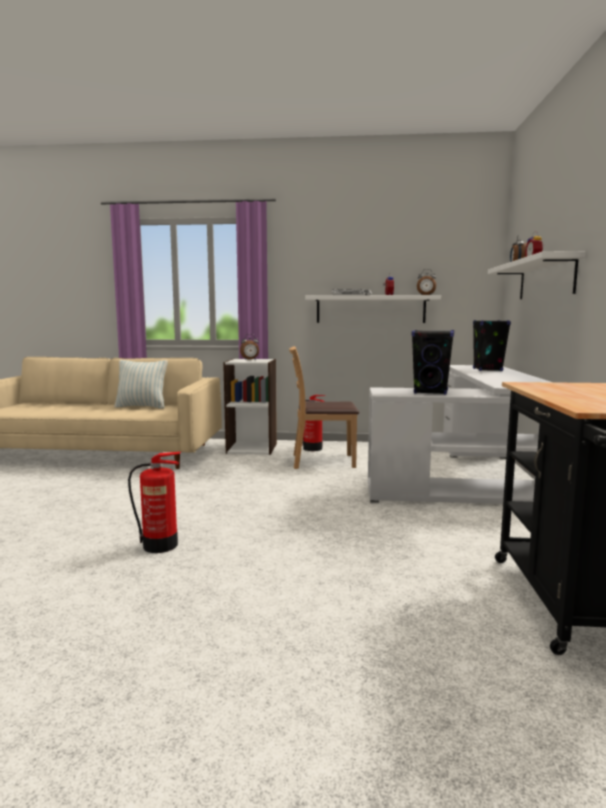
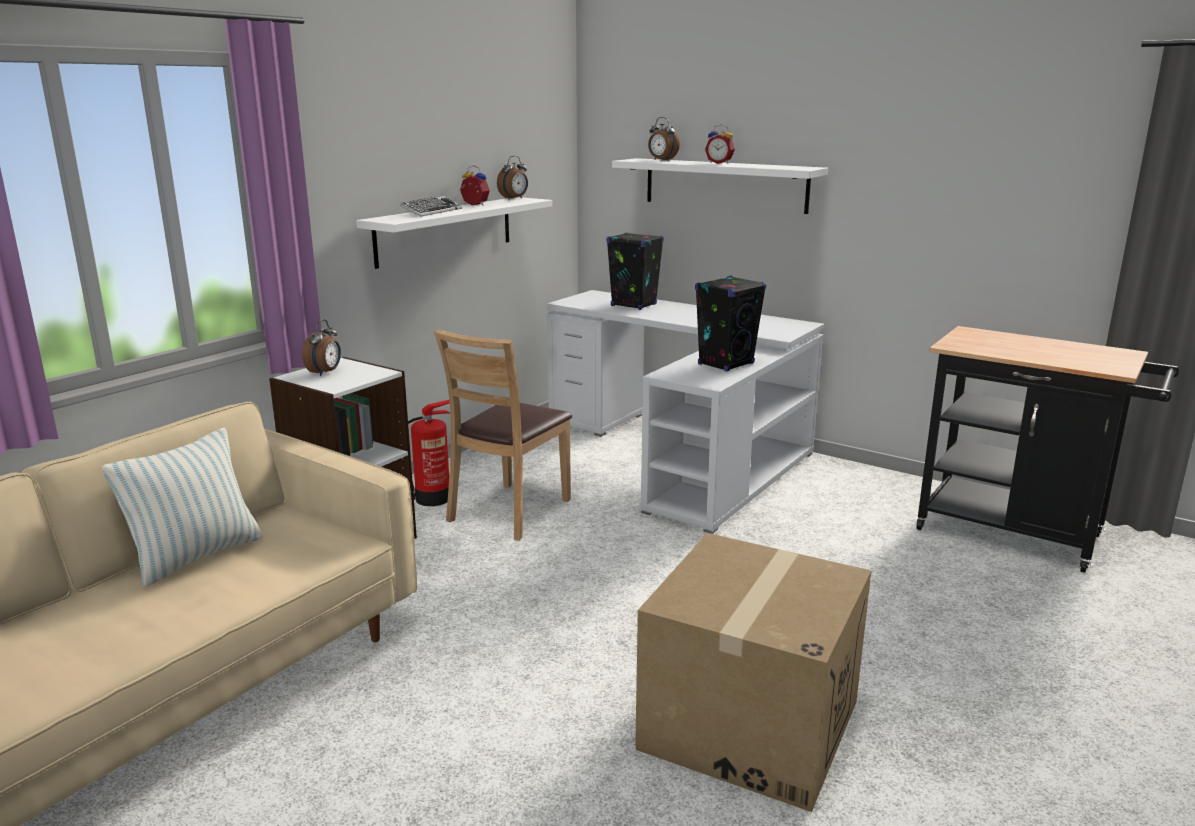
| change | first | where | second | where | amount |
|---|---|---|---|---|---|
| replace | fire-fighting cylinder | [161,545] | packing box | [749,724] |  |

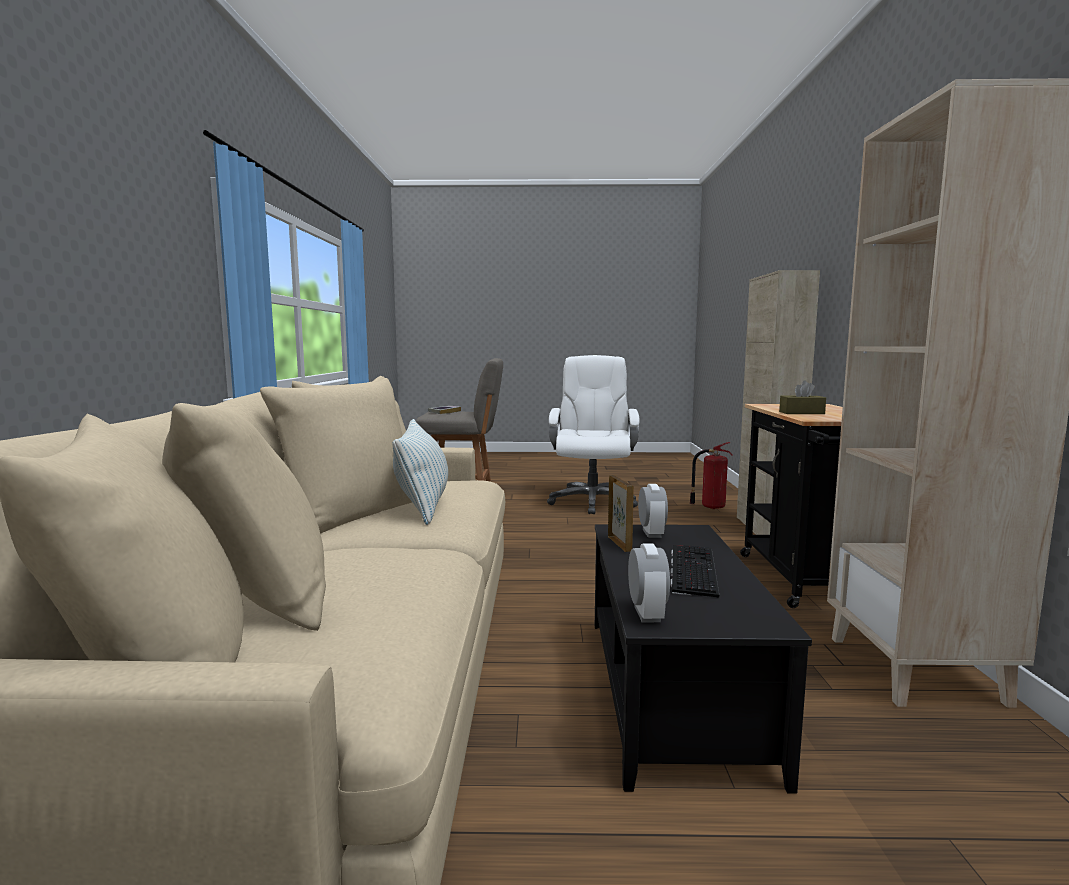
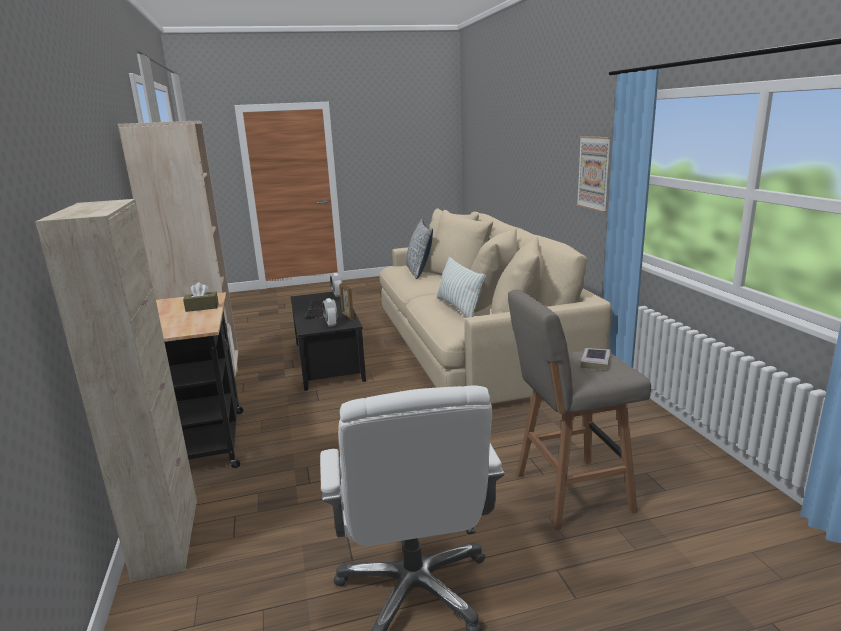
| change | first | where | second | where | amount |
|---|---|---|---|---|---|
| delete | fire-fighting cylinder | [711,507] |  |  |  |
| insert |  |  | throw pillow | [419,272] |  |
| insert |  |  | wall art | [594,173] |  |

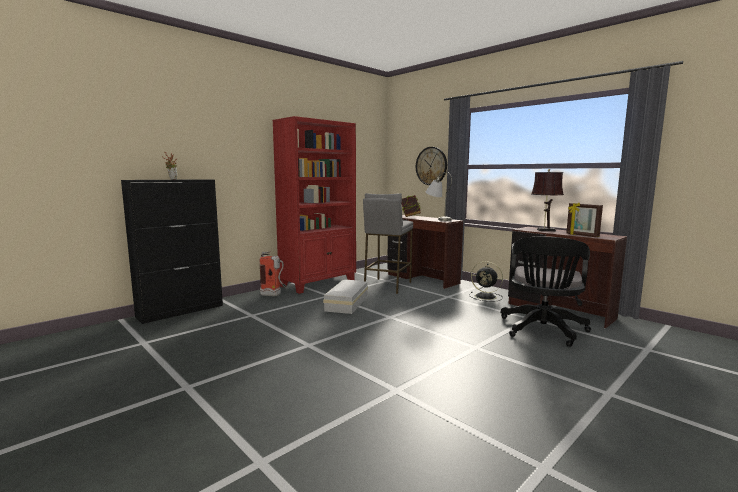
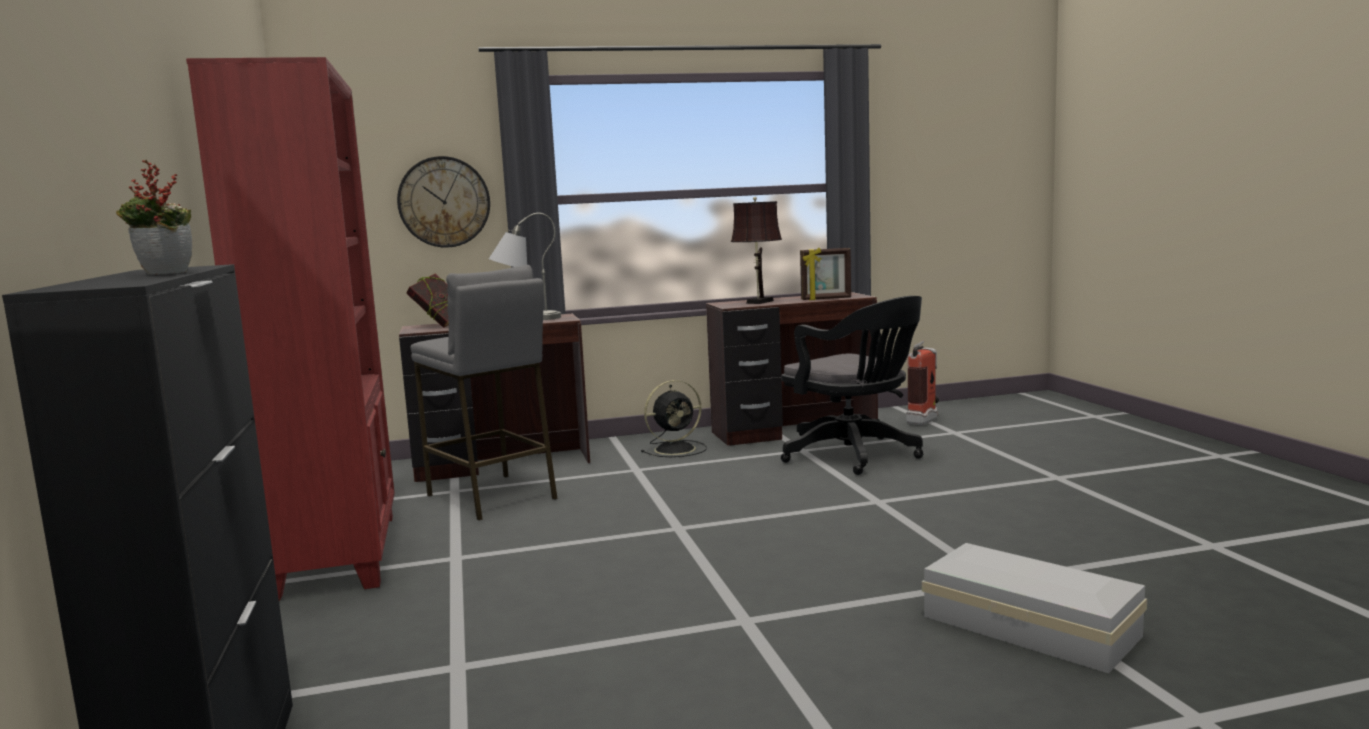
| change | first | where | second | where | amount |
|---|---|---|---|---|---|
| move | fire-fighting cylinder | [274,295] |  | [925,420] |  |
| move | white storage box | [348,303] |  | [1027,624] |  |

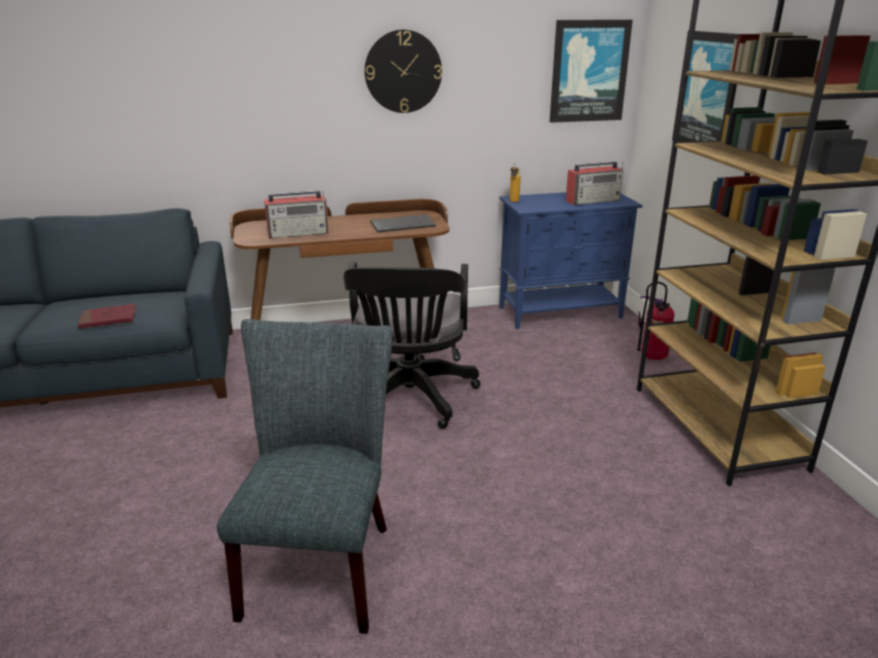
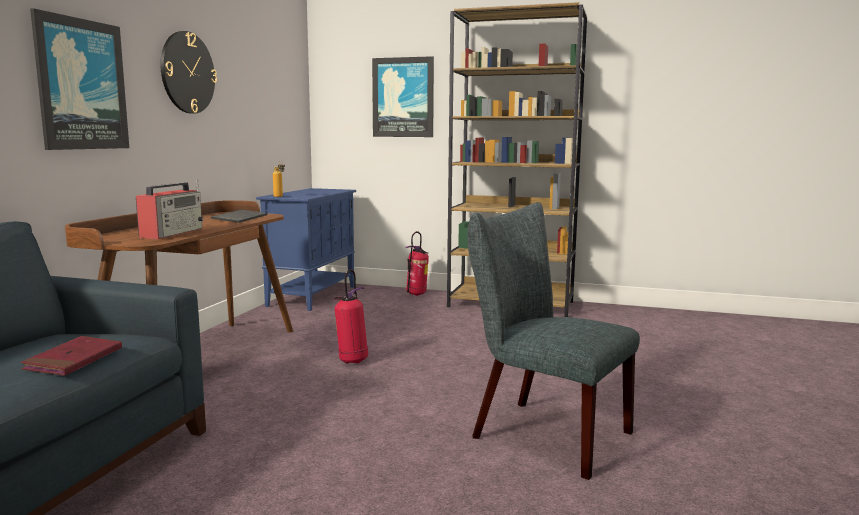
| change | first | where | second | where | amount |
|---|---|---|---|---|---|
| replace | blackish office chair | [409,399] | fire-fighting cylinder | [352,361] |  |
| move | wall art | [589,71] |  | [81,84] |  |
| delete | radio set | [593,200] |  |  |  |

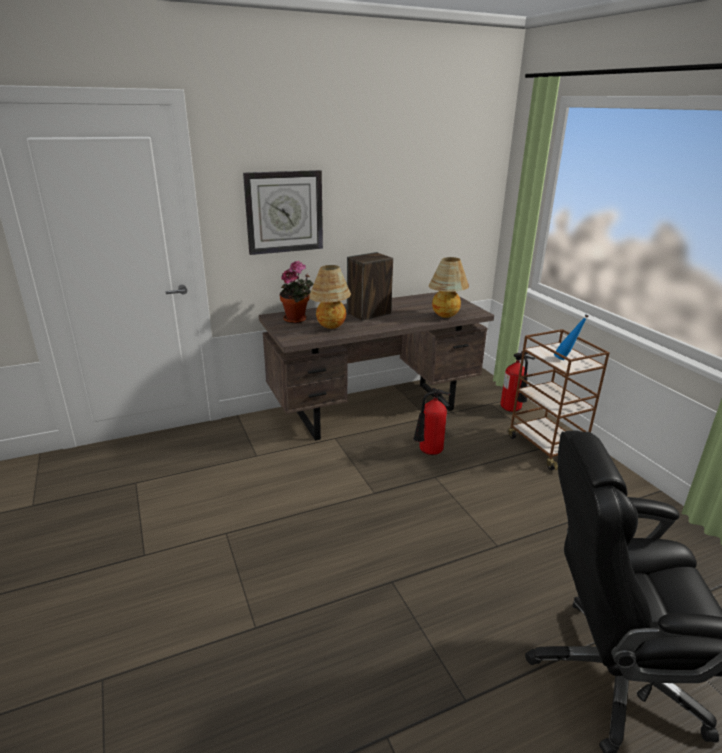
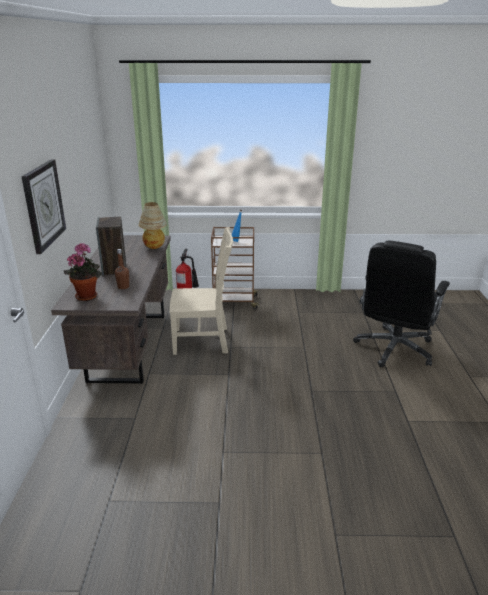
| change | first | where | second | where | amount |
|---|---|---|---|---|---|
| replace | table lamp | [330,328] | brown bottle | [123,287] |  |
| replace | fire-fighting cylinder | [428,453] | sand-coloured chair | [204,341] |  |

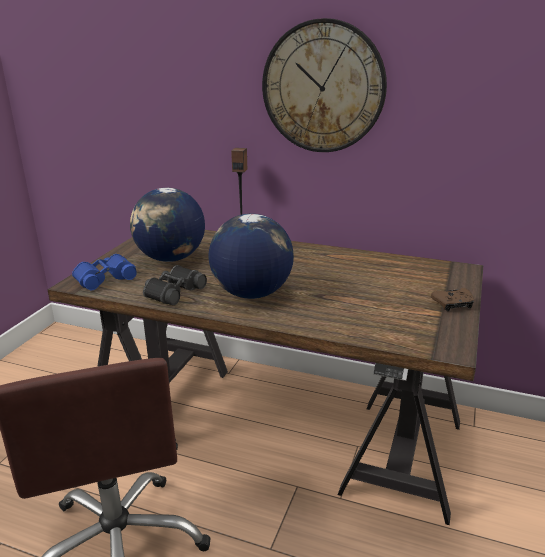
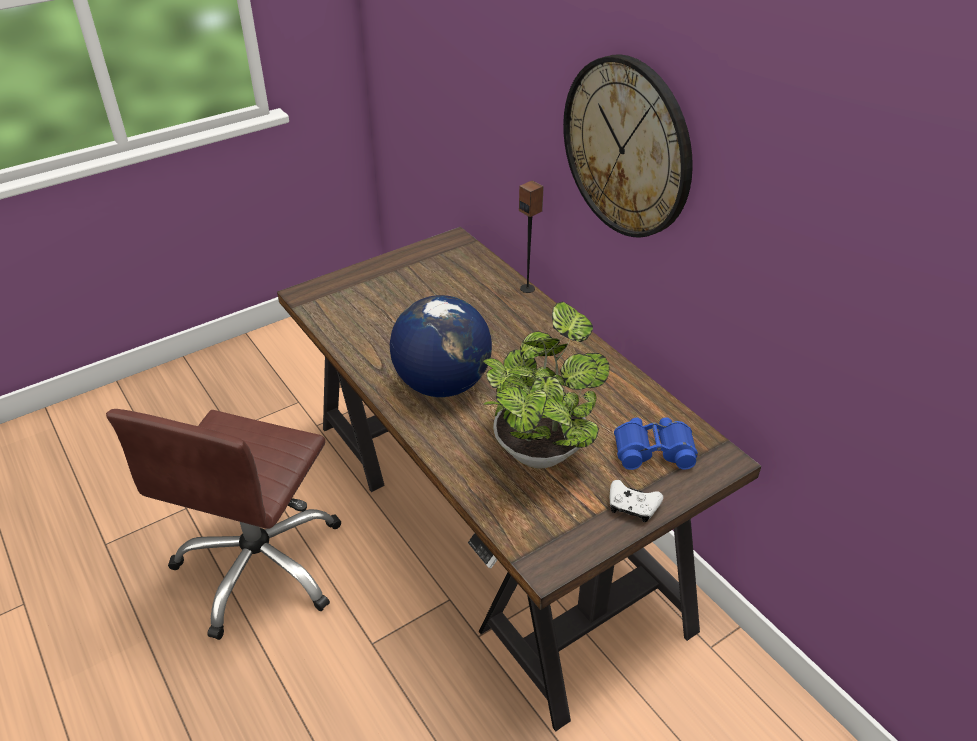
| change | first | where | second | where | amount |
|---|---|---|---|---|---|
| move | blue field glasses | [105,278] |  | [653,450] |  |
| delete | desk globe | [170,258] |  |  |  |
| delete | blackish field glasses | [173,292] |  |  |  |
| recolor | brown gamepad | [453,305] | white gamepad | [632,507] |  |
| insert |  |  | potted plant | [541,446] |  |

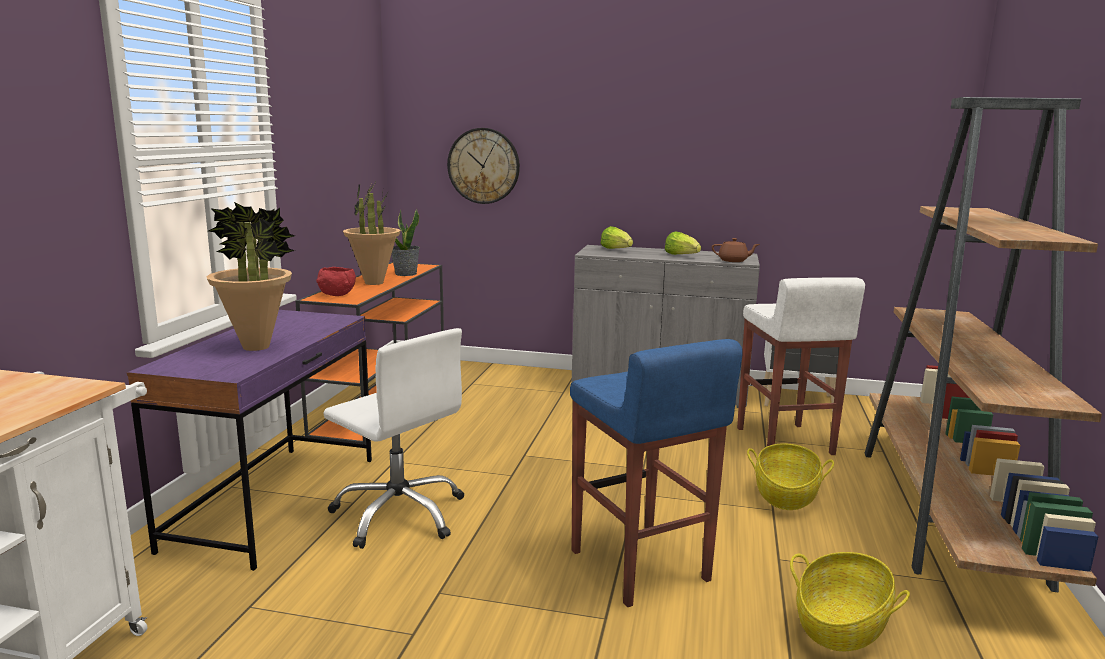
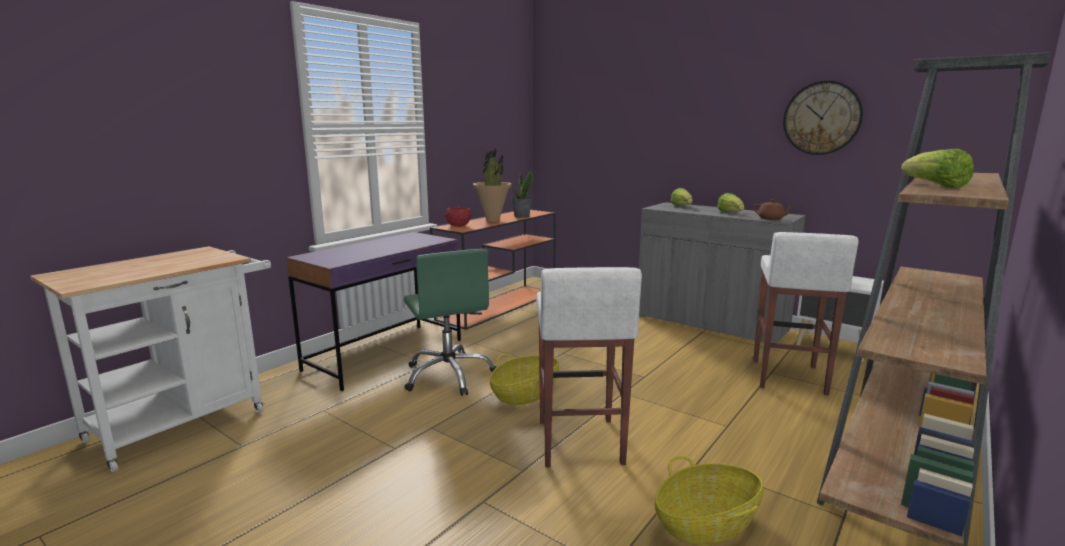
| change | first | where | second | where | amount |
|---|---|---|---|---|---|
| delete | potted plant | [256,347] |  |  |  |
| recolor | white office chair | [399,514] | green-coloured office chair | [449,375] |  |
| move | clock on the wall | [483,166] |  | [822,118] |  |
| recolor | blue sitting stool | [639,567] | white sitting stool | [578,442] |  |
| move | storage basket | [785,494] |  | [525,394] |  |
| insert |  |  | head of lettuce | [934,186] |  |

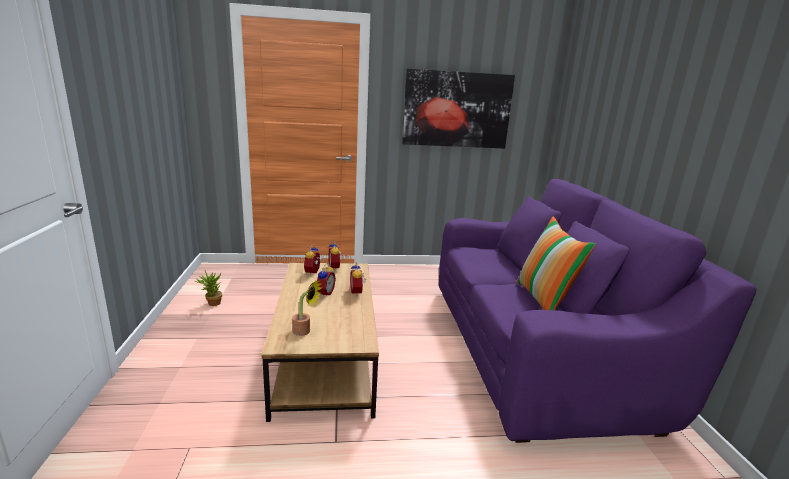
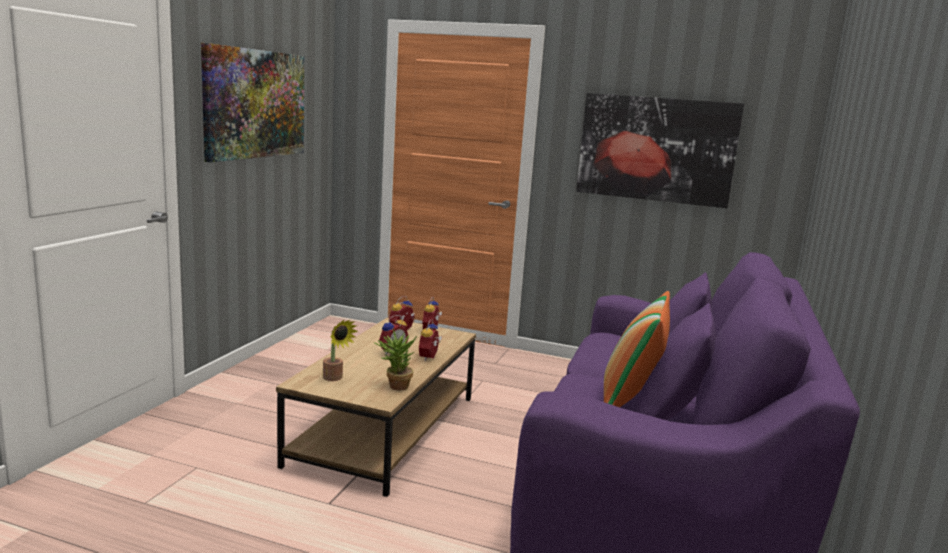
| change | first | where | second | where | amount |
|---|---|---|---|---|---|
| move | potted plant | [211,304] |  | [394,386] |  |
| insert |  |  | wall art | [255,104] |  |

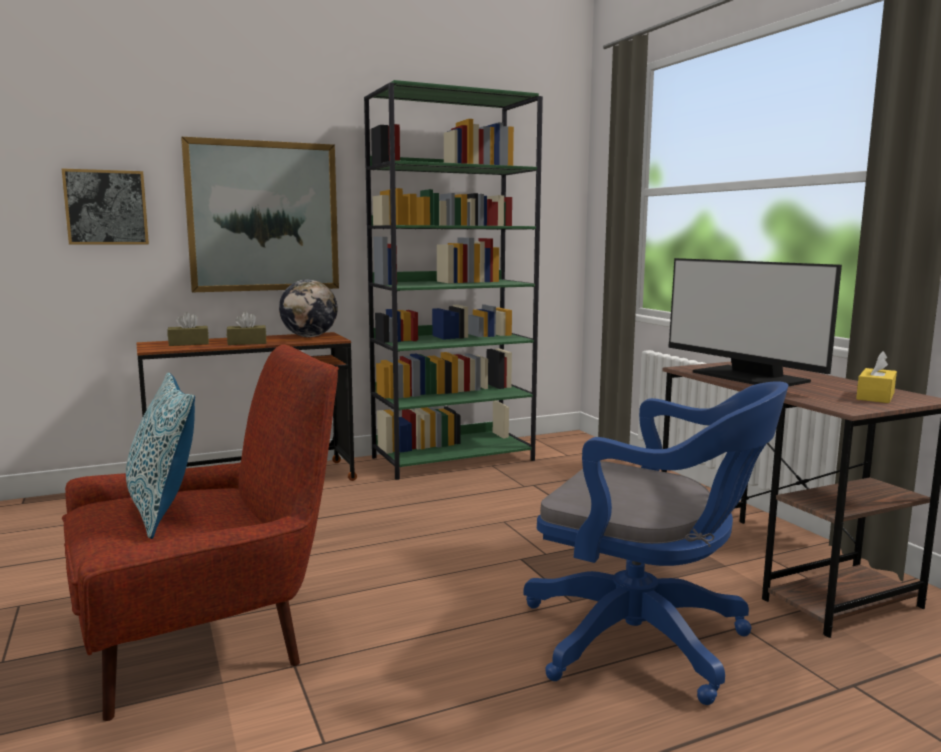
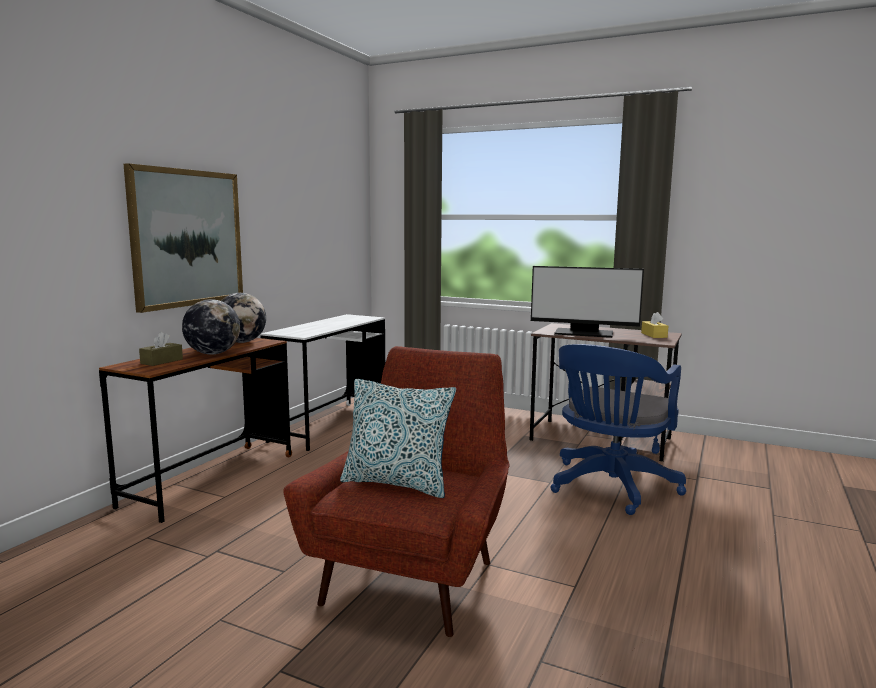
| change | first | where | second | where | amount |
|---|---|---|---|---|---|
| delete | wall art | [106,207] |  |  |  |
| replace | brown box of tissues | [247,343] | desk globe | [213,353] |  |
| replace | green-coloured bookcase | [453,459] | white desk unit | [330,425] |  |
| rotate | blue office chair | [646,641] |  | [610,488] | 135 degrees clockwise |

